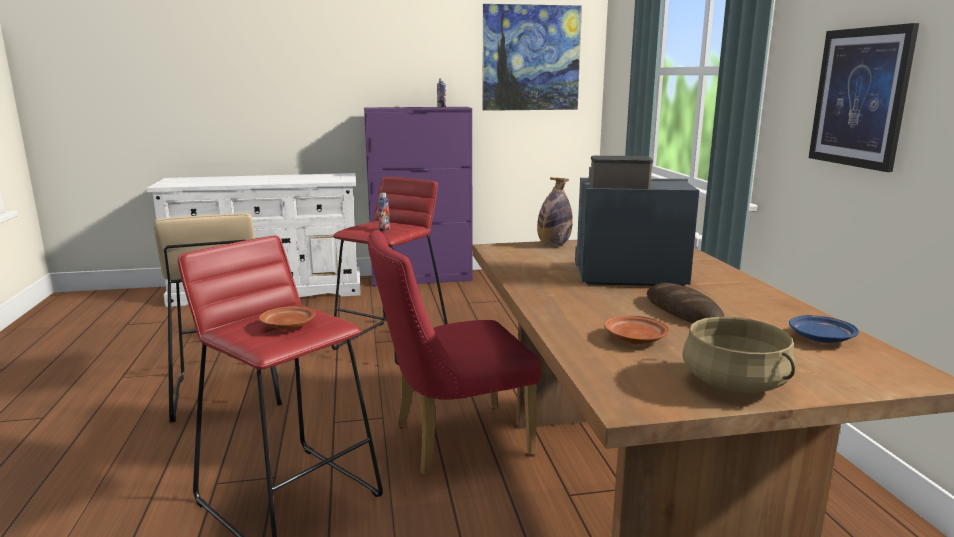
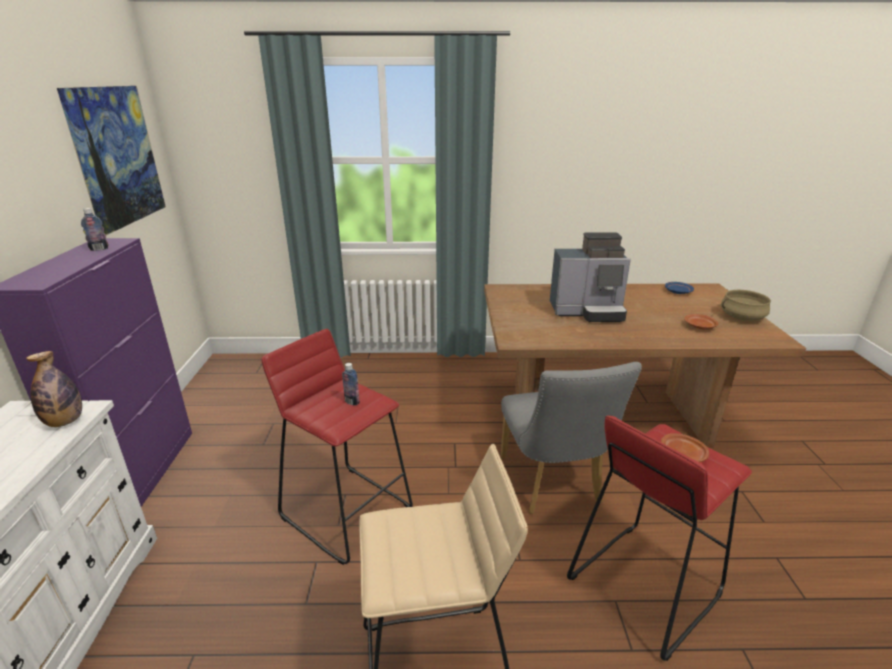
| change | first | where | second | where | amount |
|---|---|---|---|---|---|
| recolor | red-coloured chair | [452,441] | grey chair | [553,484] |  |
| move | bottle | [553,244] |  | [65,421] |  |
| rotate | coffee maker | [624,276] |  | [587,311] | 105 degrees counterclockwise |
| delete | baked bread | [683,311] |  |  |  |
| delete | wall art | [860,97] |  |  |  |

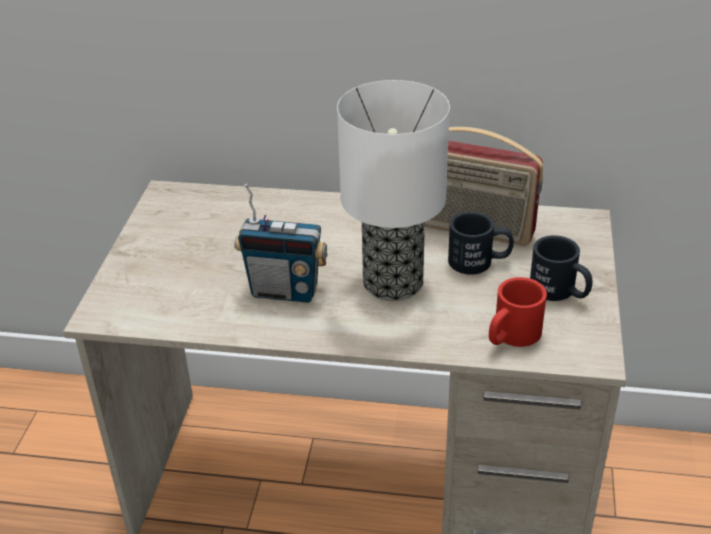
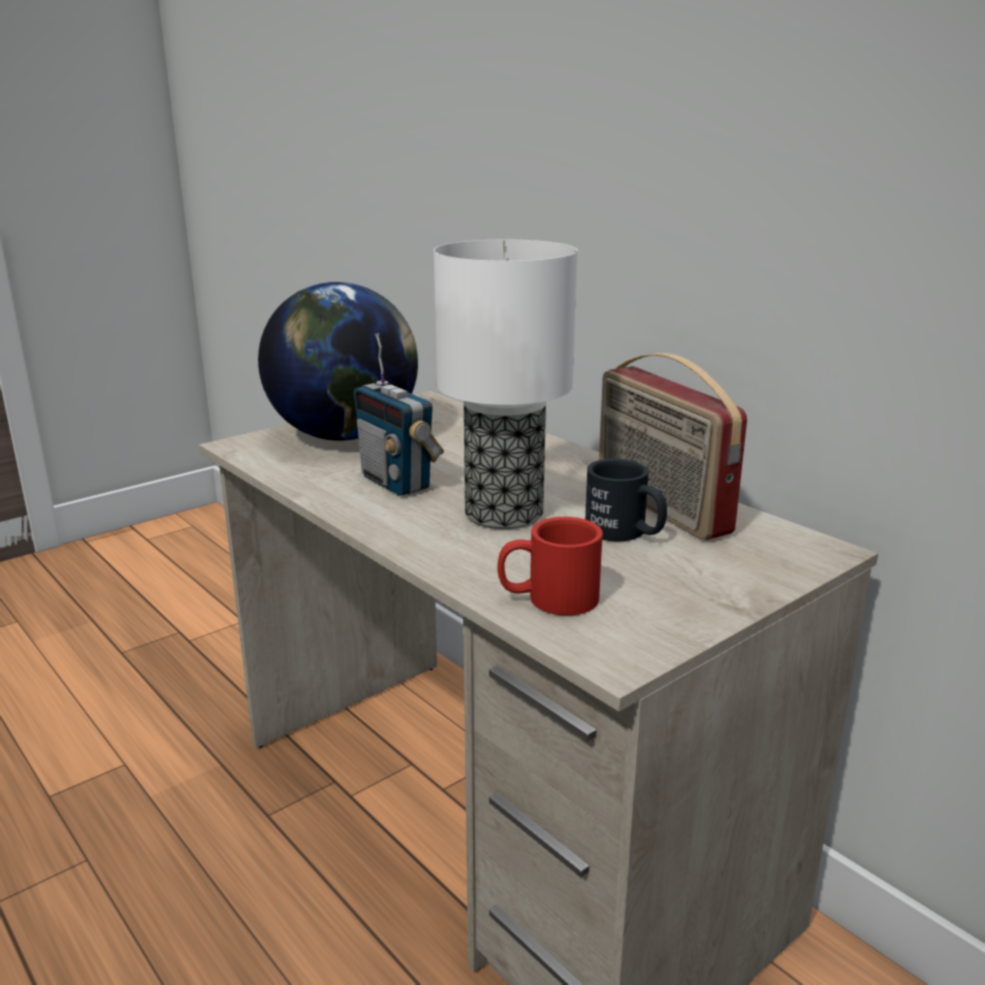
| change | first | where | second | where | amount |
|---|---|---|---|---|---|
| delete | blackish tea mug | [560,291] |  |  |  |
| insert |  |  | desk globe | [345,436] |  |

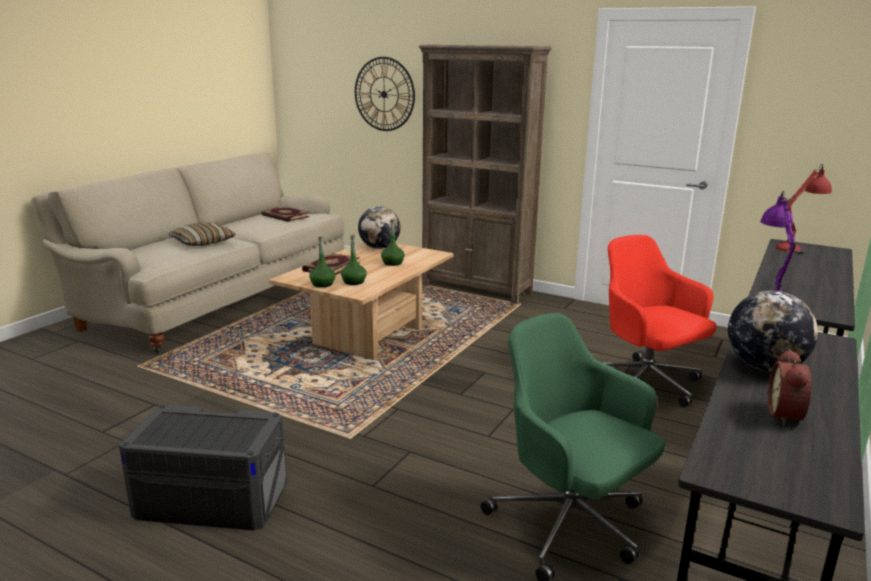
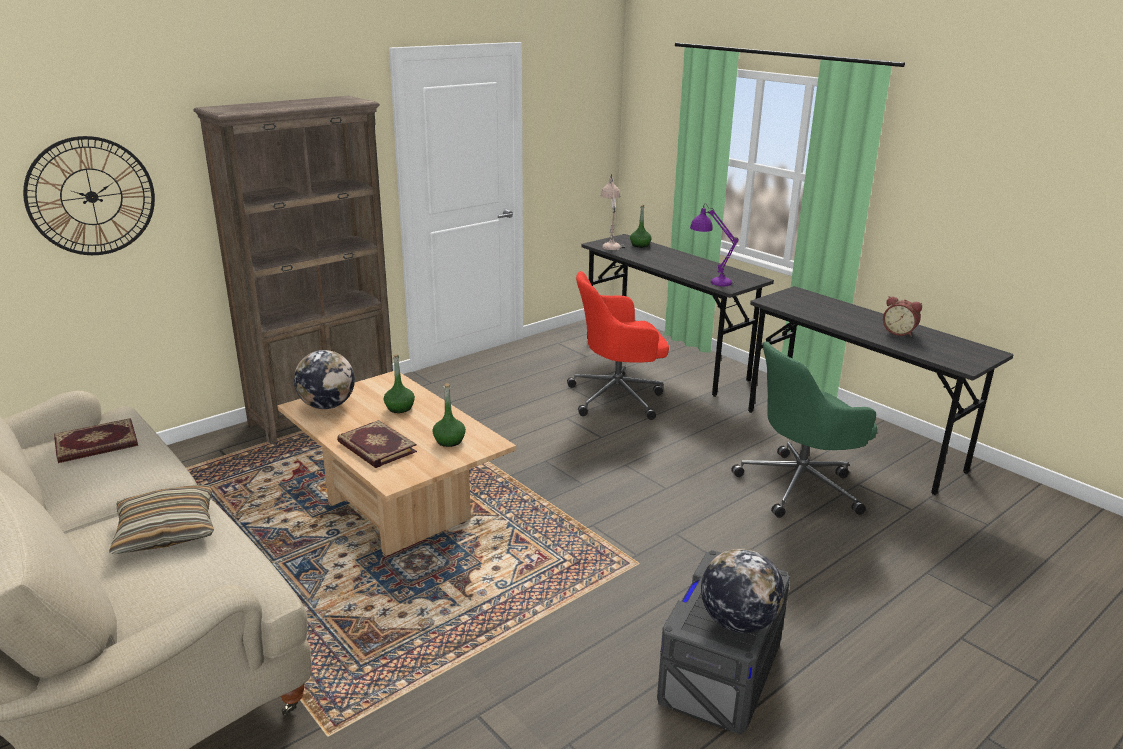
| change | first | where | second | where | amount |
|---|---|---|---|---|---|
| move | green-coloured bottle | [322,284] |  | [640,245] |  |
| move | desk globe | [764,367] |  | [737,622] |  |
| recolor | red-coloured table lamp | [797,247] | sand-coloured table lamp | [610,244] |  |

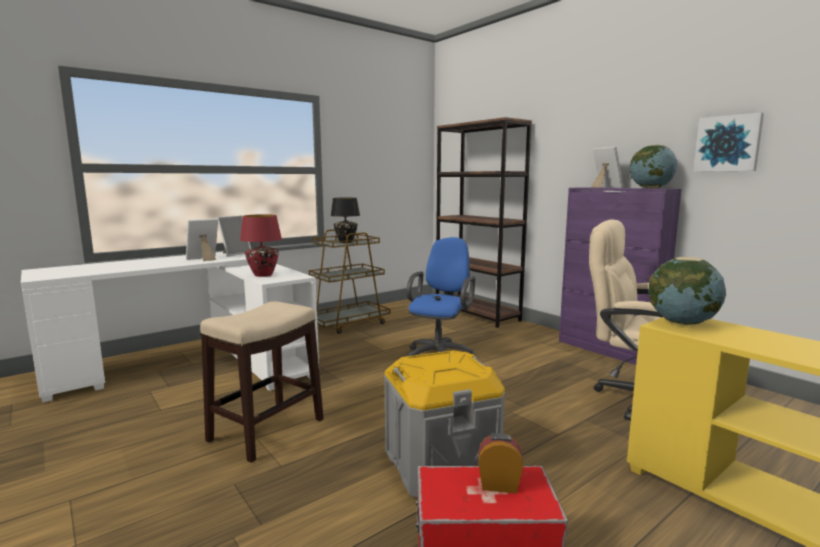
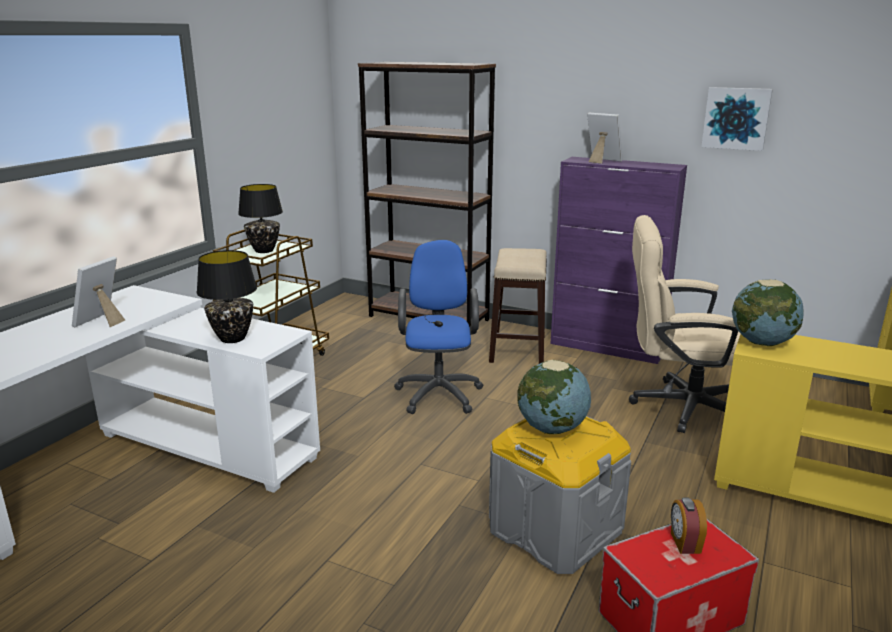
| change | first | where | second | where | amount |
|---|---|---|---|---|---|
| move | sitting stool | [266,430] |  | [517,349] |  |
| delete | standing frame | [235,254] |  |  |  |
| recolor | red-coloured table lamp | [263,275] | blackish table lamp | [232,339] |  |
| rotate | bedside clock | [499,484] |  | [684,543] | 75 degrees counterclockwise |
| move | desk globe | [651,188] |  | [552,429] |  |

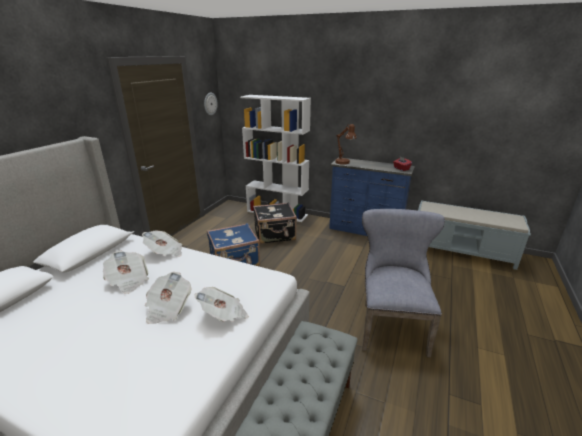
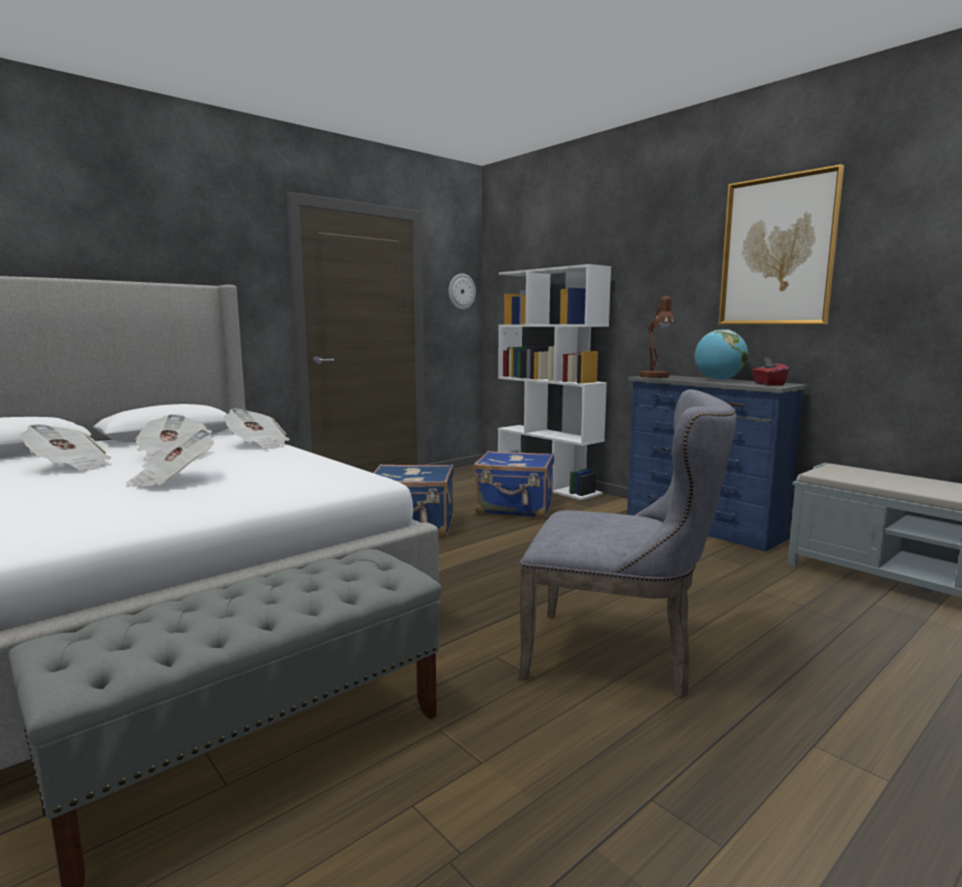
| change | first | where | second | where | amount |
|---|---|---|---|---|---|
| move | newspaper | [224,315] |  | [69,466] |  |
| recolor | blackish piece of luggage | [275,235] | blue piece of luggage | [515,508] |  |
| rotate | grey chair | [390,324] |  | [620,656] | 75 degrees clockwise |
| insert |  |  | desk globe | [719,380] |  |
| insert |  |  | wall art | [777,251] |  |

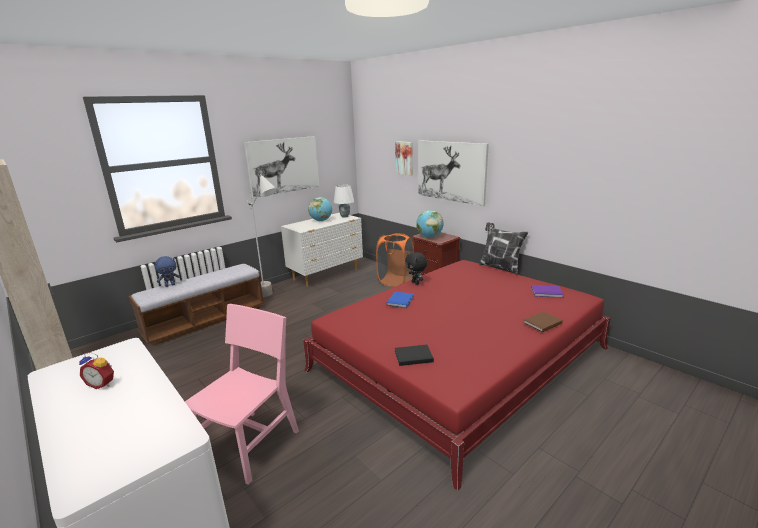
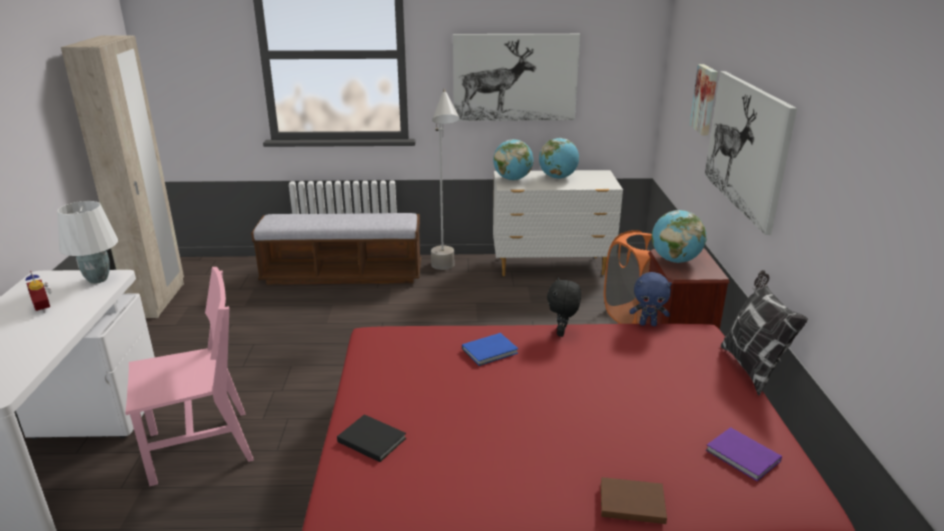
| change | first | where | second | where | amount |
|---|---|---|---|---|---|
| move | blue plush toy | [170,285] |  | [648,324] |  |
| move | white table lamp | [345,216] |  | [99,279] |  |
| insert |  |  | desk globe | [512,179] |  |

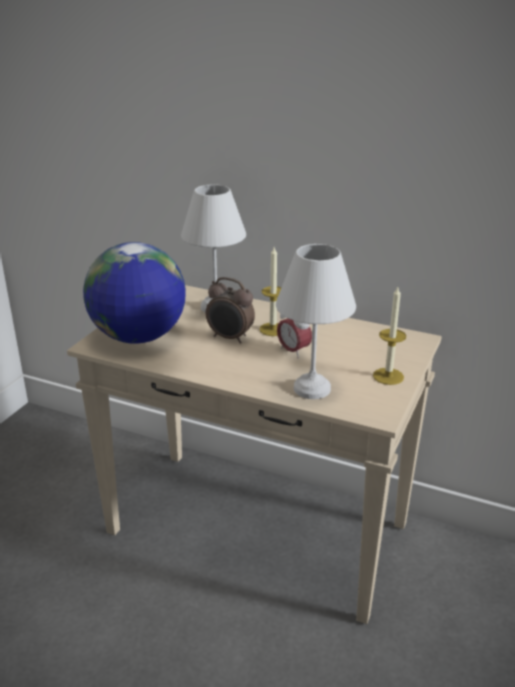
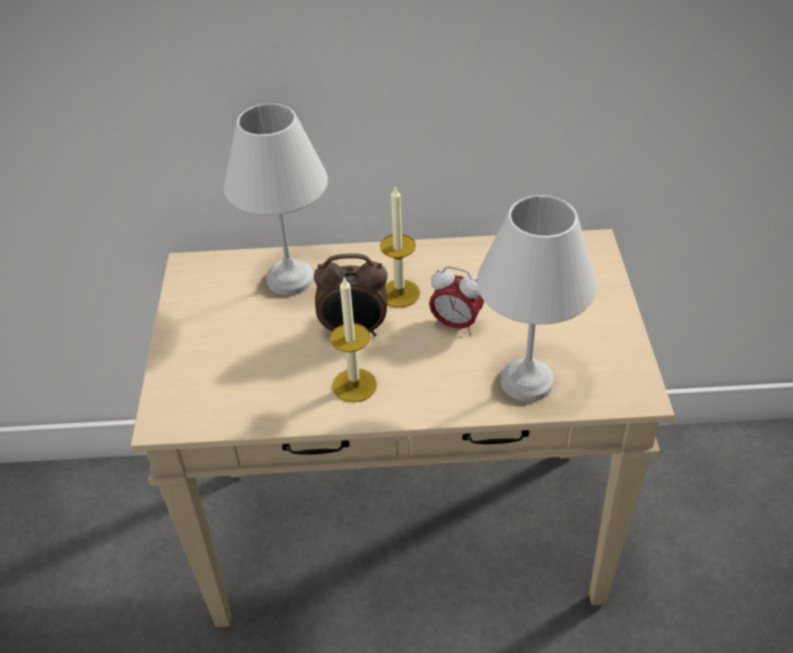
| change | first | where | second | where | amount |
|---|---|---|---|---|---|
| delete | desk globe | [138,337] |  |  |  |
| move | candle | [388,376] |  | [354,385] |  |

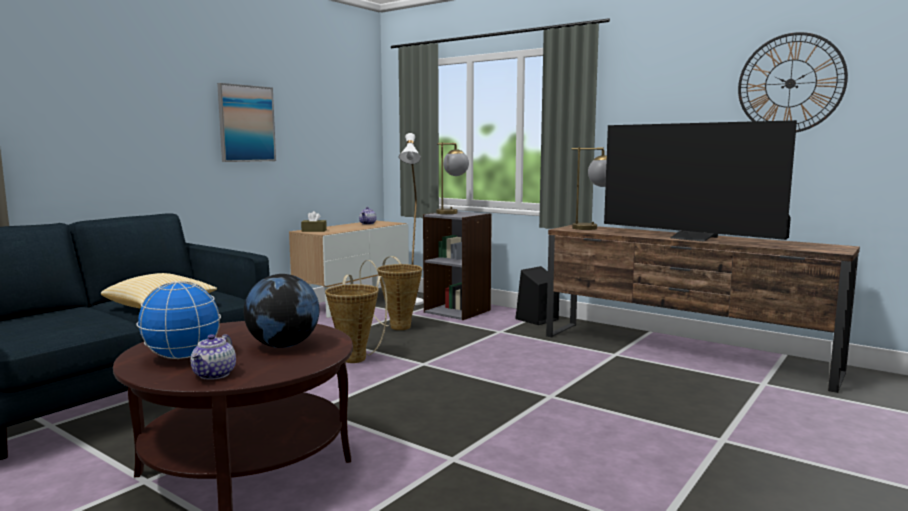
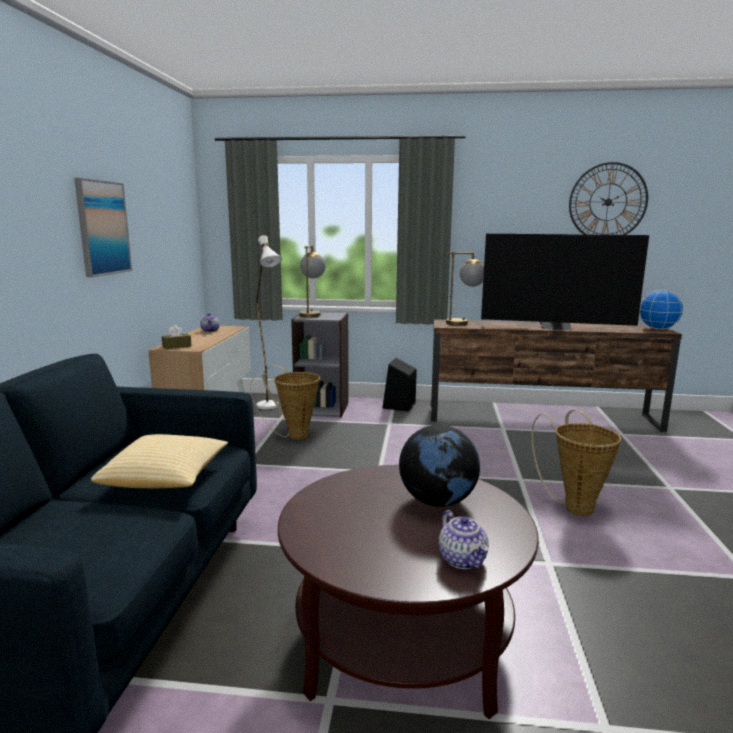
| change | first | where | second | where | amount |
|---|---|---|---|---|---|
| move | desk globe | [182,357] |  | [658,329] |  |
| move | storage basket | [356,357] |  | [574,506] |  |

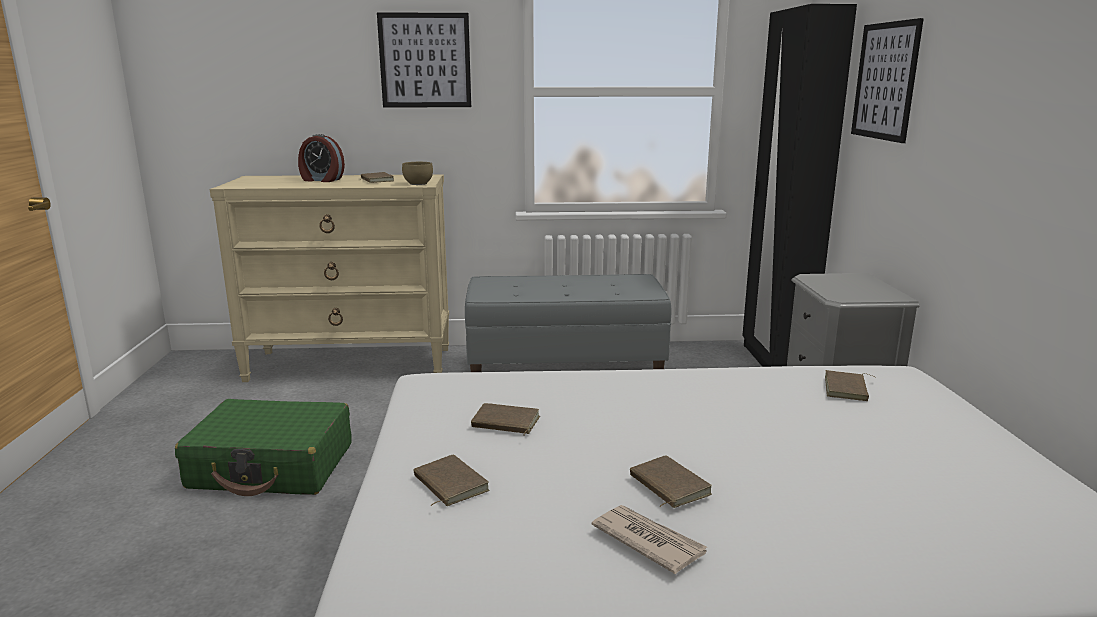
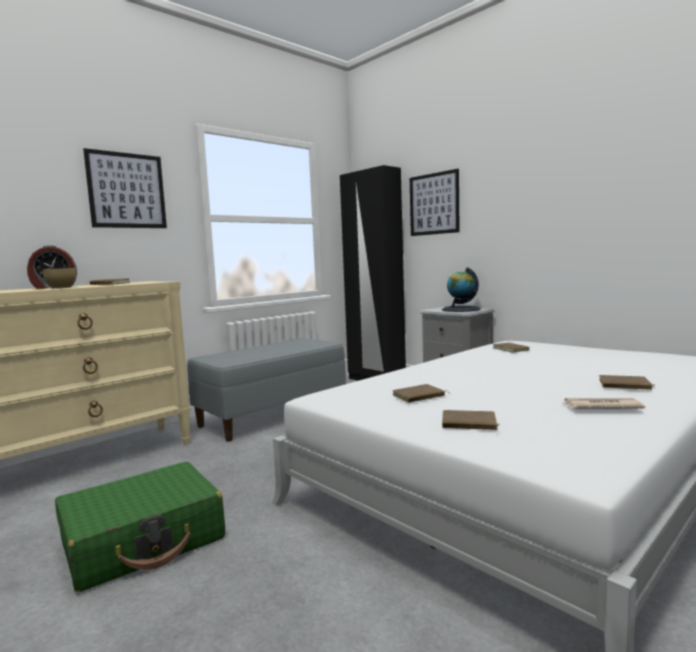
| change | first | where | second | where | amount |
|---|---|---|---|---|---|
| move | brown serving bowl | [419,184] |  | [62,288] |  |
| move | brown book | [667,486] |  | [624,386] |  |
| insert |  |  | desk globe | [461,309] |  |

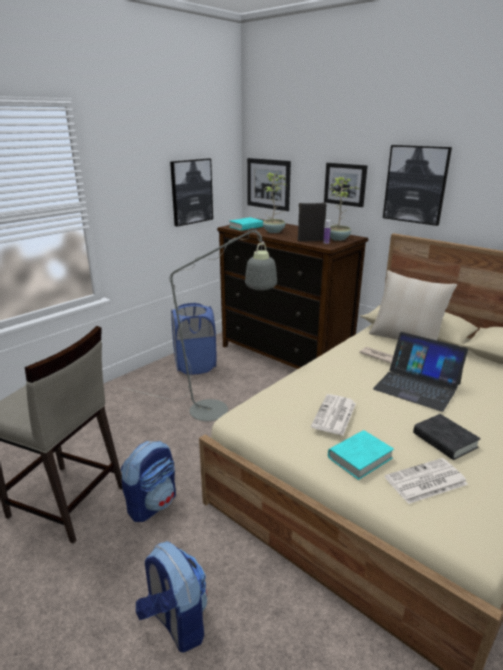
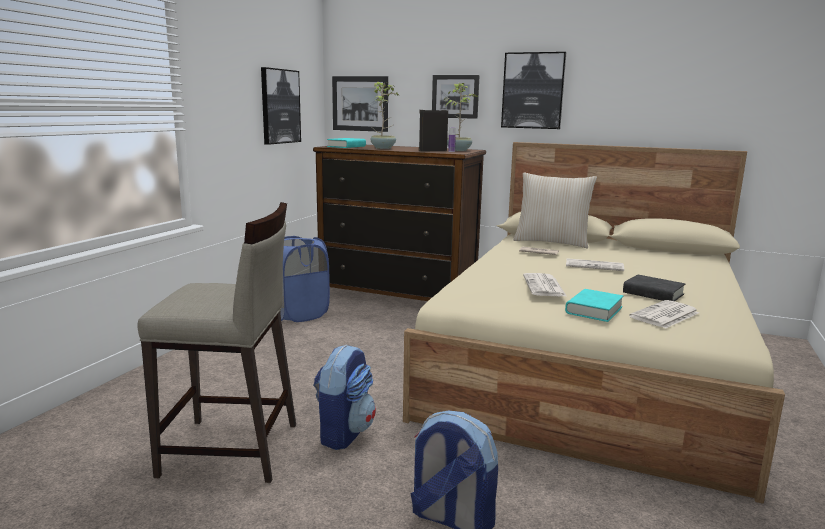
| change | first | where | second | where | amount |
|---|---|---|---|---|---|
| delete | grey floor lamp | [218,412] |  |  |  |
| replace | notebook computer | [417,386] | newspaper | [595,266] |  |

